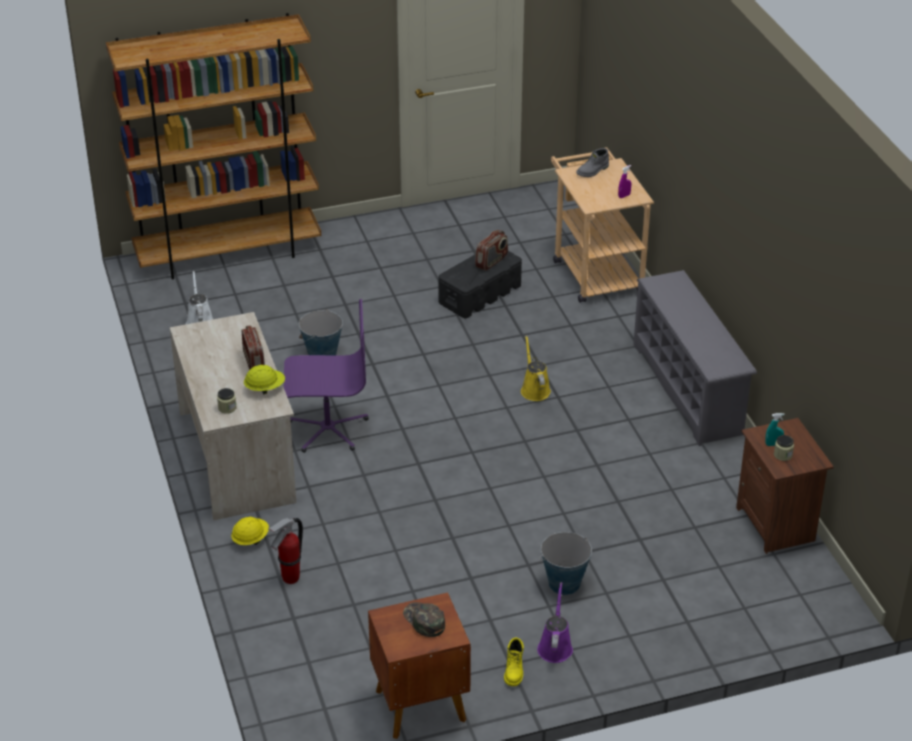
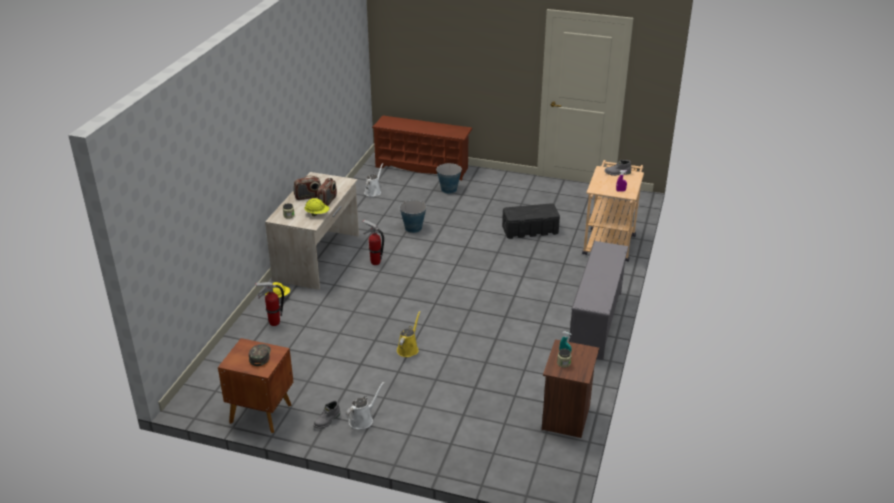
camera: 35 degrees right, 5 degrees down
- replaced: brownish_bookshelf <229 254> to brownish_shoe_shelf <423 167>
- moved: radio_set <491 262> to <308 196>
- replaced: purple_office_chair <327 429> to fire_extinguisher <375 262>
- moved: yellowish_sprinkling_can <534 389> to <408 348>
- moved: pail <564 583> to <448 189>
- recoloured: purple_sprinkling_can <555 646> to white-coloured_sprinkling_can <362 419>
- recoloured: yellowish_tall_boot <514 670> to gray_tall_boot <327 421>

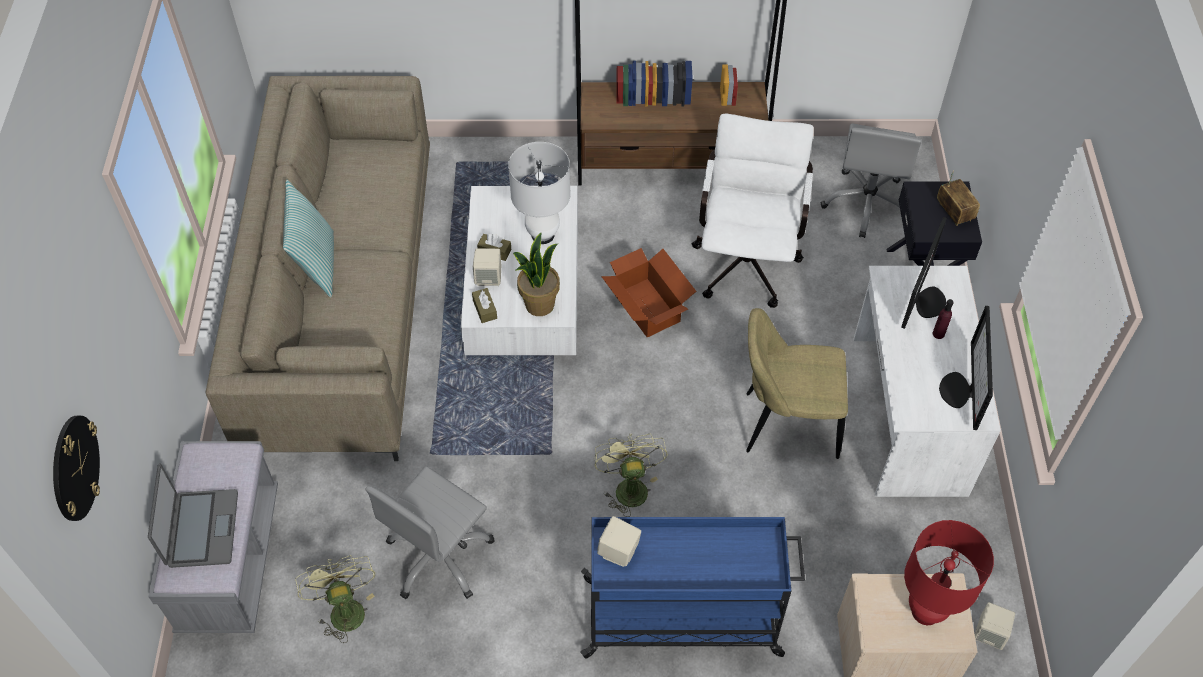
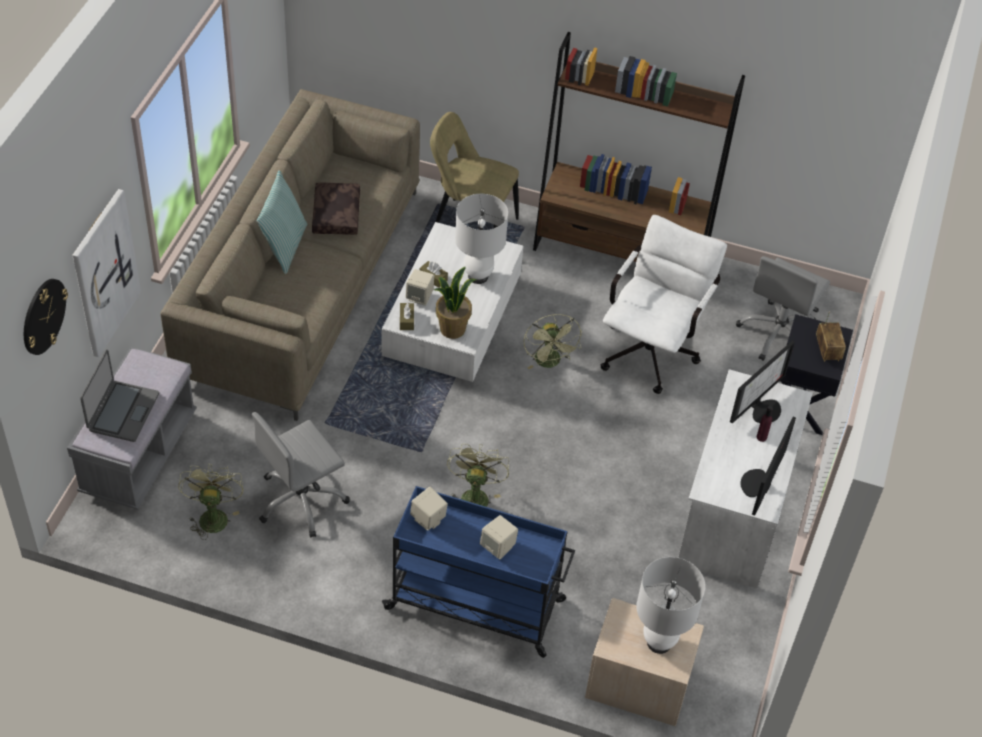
camera: 15 degrees right, 5 degrees down
- replaced: carton <647 307> to green_electric_fan <550 363>
- moved: sand-coloured_chair <785 424> to <471 225>
- recoloured: red-coloured_lamp_for_a_table <926 612> to white-coloured_lamp_for_a_table <659 643>
- moved: sand-coloured_audio_speaker <989 634> to <498 547>
- added: brownish_throw_pillow <335 214>
- added: wall_picture <104 273>

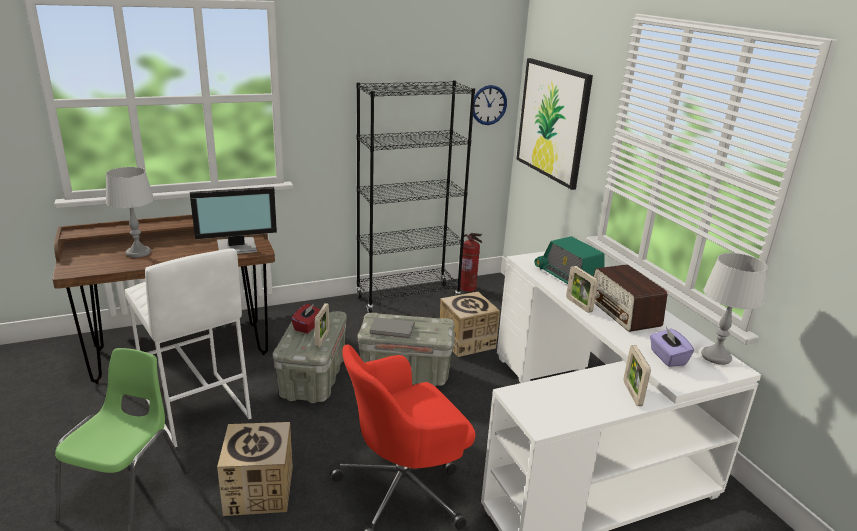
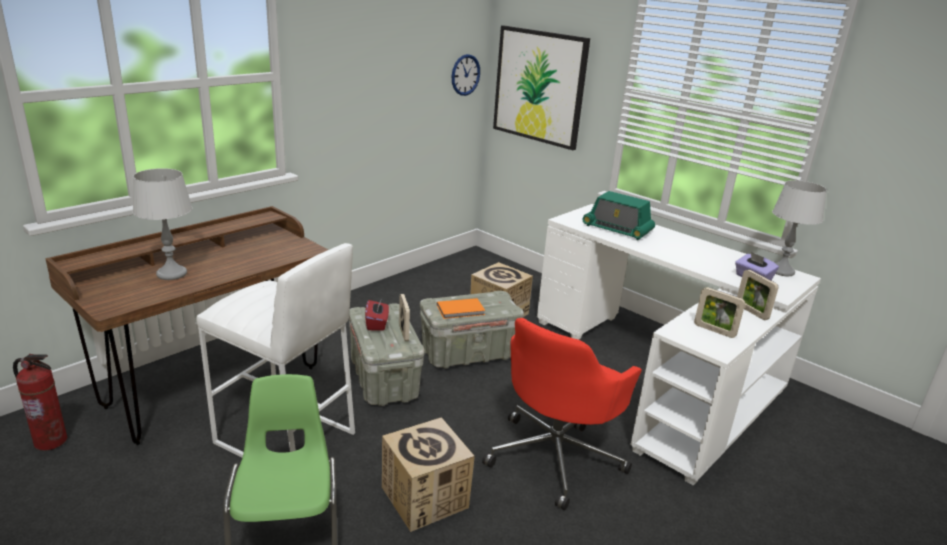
camera: 25 degrees left, 0 degrees up
- removed: blackish_bookshelf <408 298>
- removed: computer_display <237 247>
- moved: fire_extinguisher <468 288> to <51 441>
- removed: radio_set <624 312>
- moved: standing_frame <578 305> to <714 330>
- recoloured: gray_bound_book <392 330> to orange_bound_book <461 310>

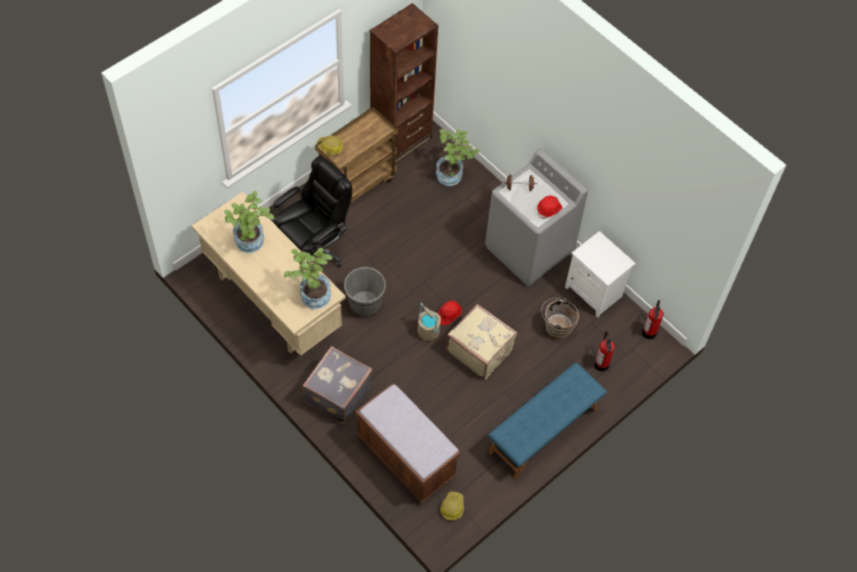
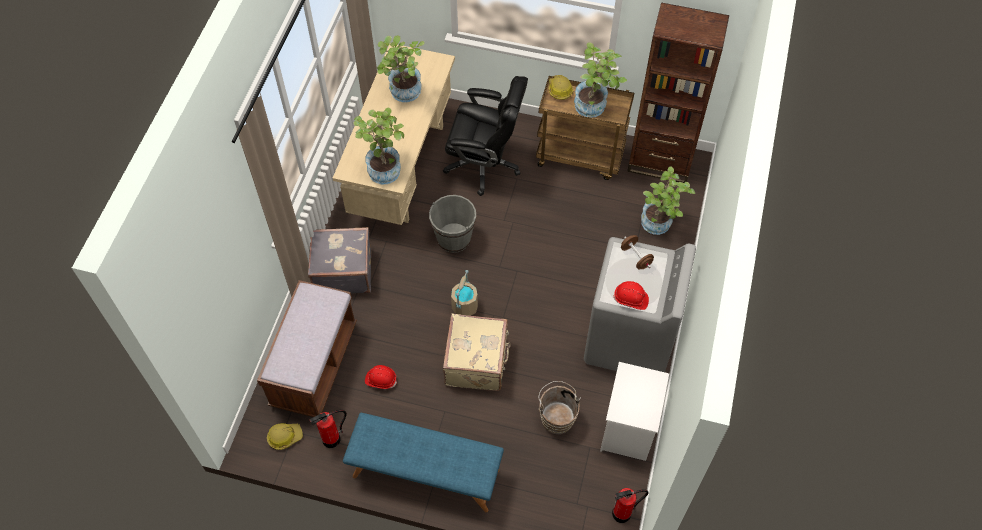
camera: 60 degrees right, 0 degrees up
- moved: red-coloured_safety_helmet <449 315> to <381 380>
- moved: fire_extinguisher <601 364> to <331 439>
- added: houseplant <594 107>

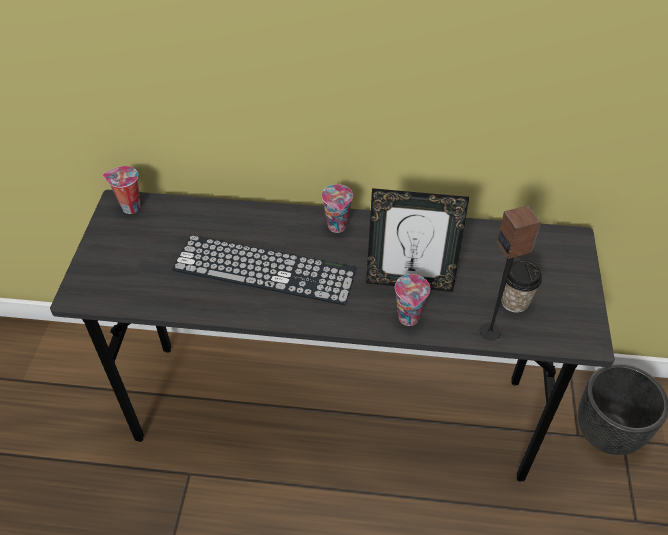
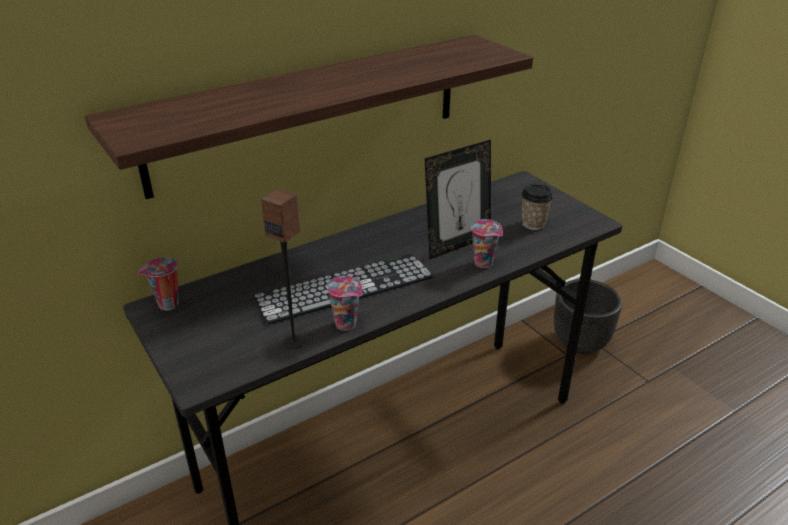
camera: 40 degrees left, 15 degrees down
- moved: cup <338 227> to <347 324>
- moved: audio_speaker <490 331> to <294 341>
- added: shelf <310 112>

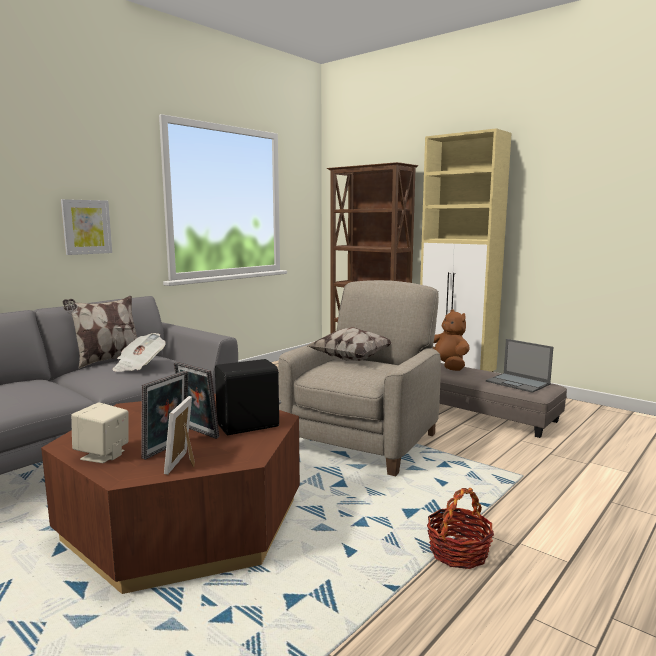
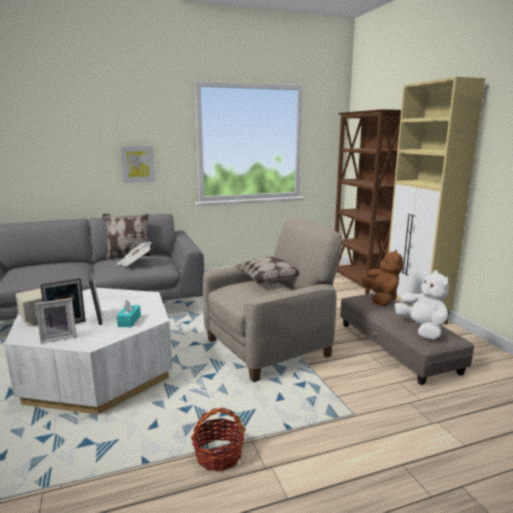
camera: 30 degrees right, 5 degrees up
- replaced: laptop <518 383> to white-coloured_cuddly_toy <422 329>
- replaced: blackish_audio_speaker <249 426> to blue-green_box_of_tissues <129 321>
- recoloured: brownish_low_table <185 519> to white-coloured_low_table <99 370>
- turned: standing_frame <185 463> = <59 337> 150 degrees counterclockwise

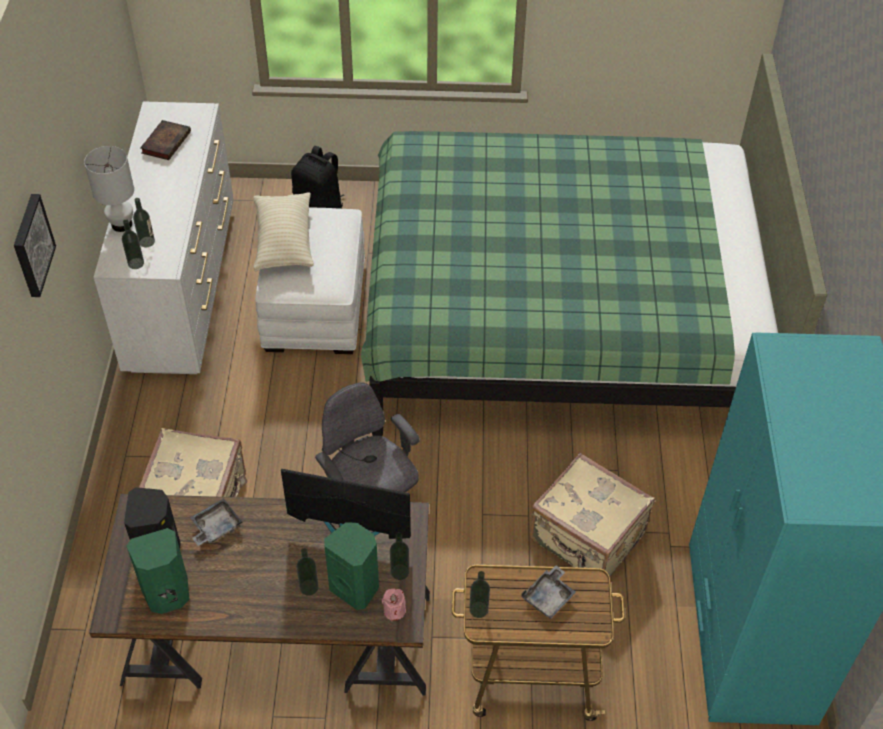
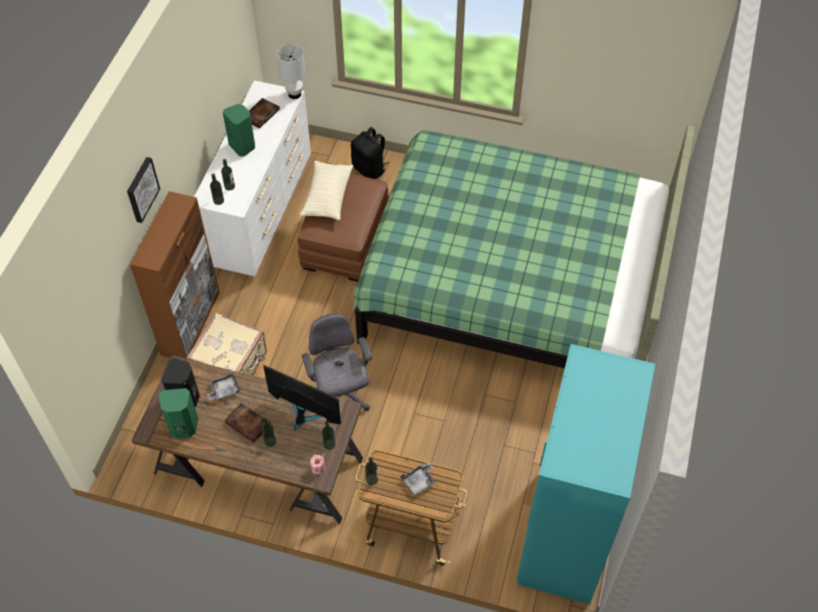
camera: 15 degrees right, 5 degrees up
- moved: white-coloured_lamp_for_a_table <121 225> to <294 94>
- recoloured: white-coloured_pouffe <315 306> to brownish_pouffe <345 242>
- removed: sand-coloured_piece_of_luggage <586 539>
- moved: green_audio_speaker <356 587> to <243 146>
- added: brownish_cupboard <191 323>
- added: bound_book <246 424>

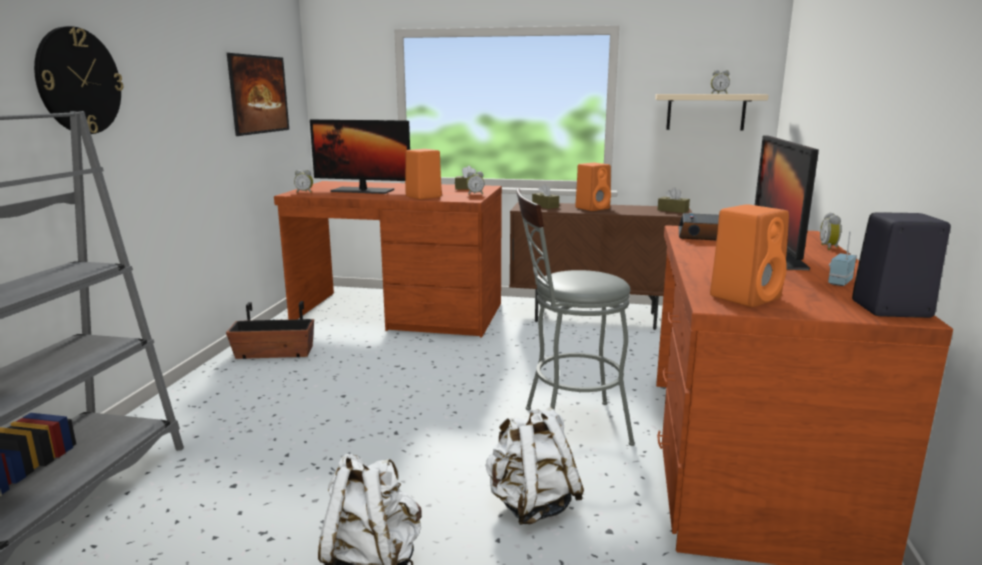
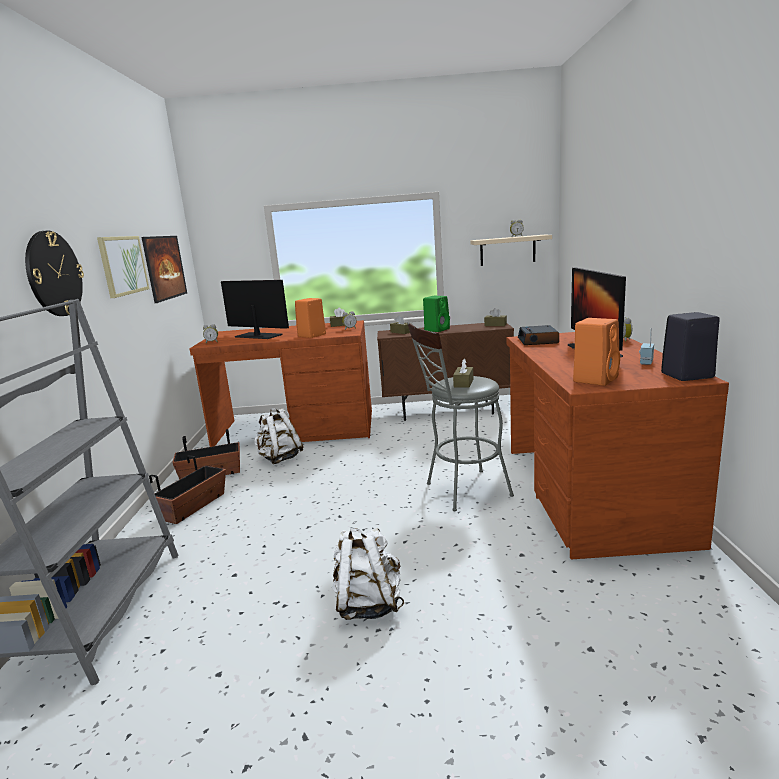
camera: 10 degrees left, 0 degrees up
- turned: computer_display <362 190> = <258 336> 150 degrees counterclockwise
- recoloured: orange_audio_speaker <593 208> to green_audio_speaker <437 329>
- moved: white-coloured_knapsack <531 505> to <280 458>
- added: wall_picture <123 265>
- added: brownish_box_of_tissues <463 383>
- added: flower_pot <193 506>

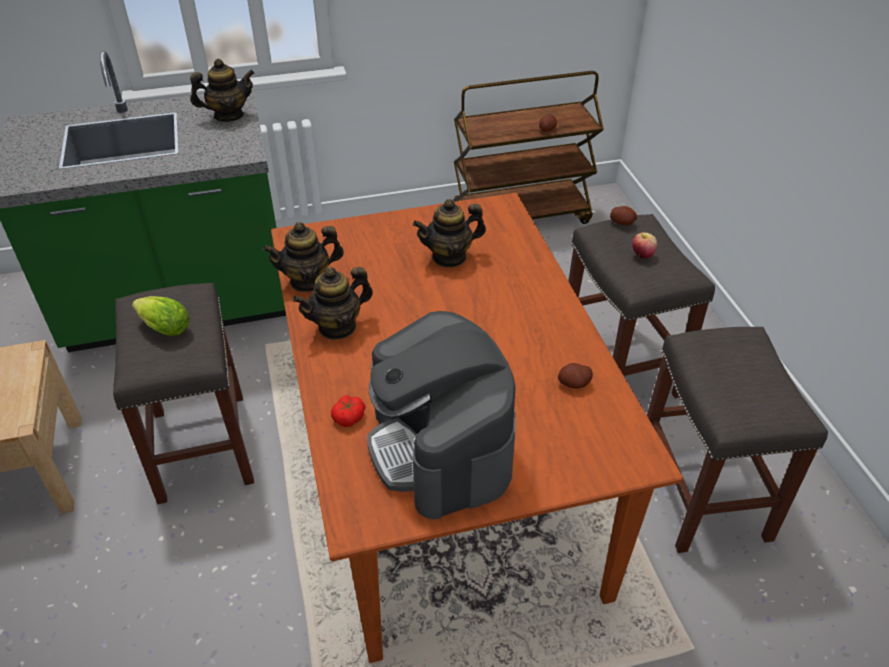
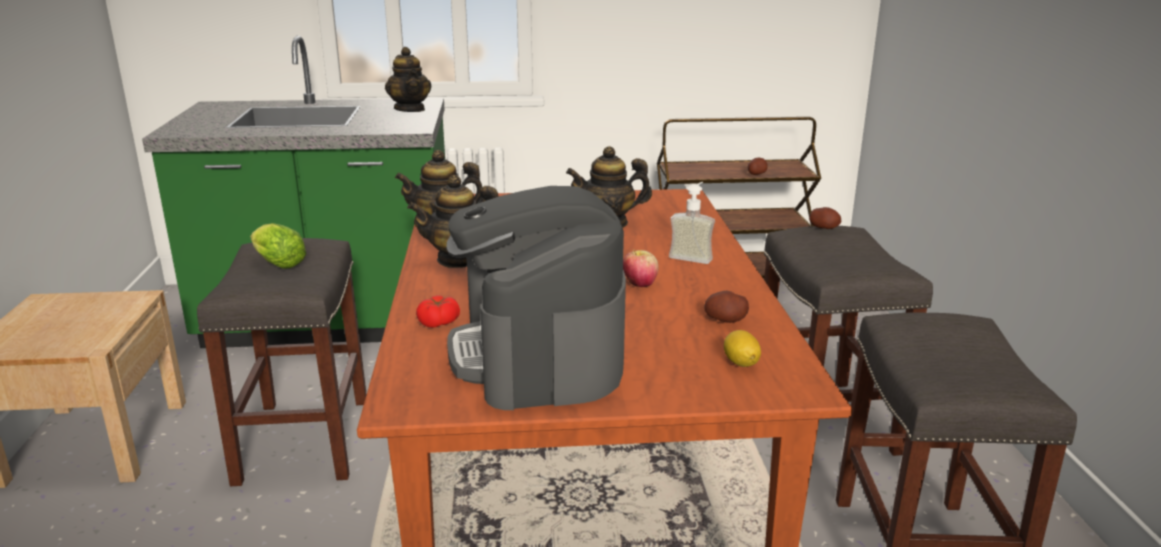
camera: 10 degrees right, 20 degrees down
- turned: teapot <228 116> = <410 109> 75 degrees clockwise
- moved: whole_apple <642 255> to <640 284>
- added: liquid_soap_bottle <693 255>
- added: lemon <740 363>

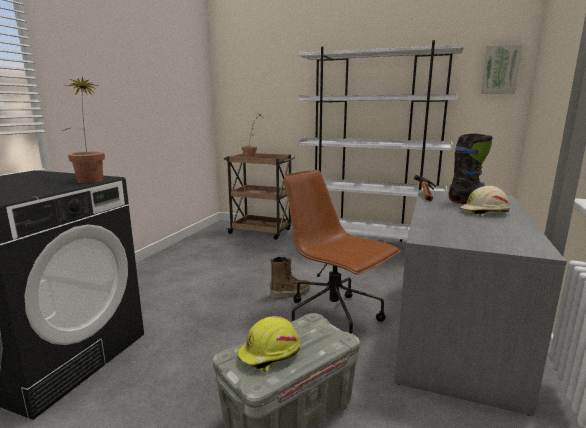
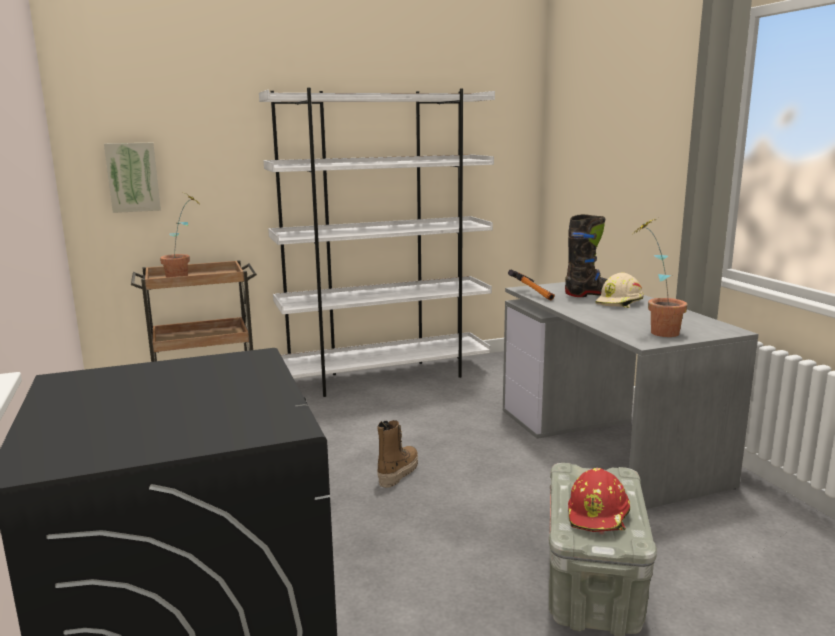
camera: 40 degrees left, 0 degrees up
- moved: wall_picture <500 70> to <133 177>
- moved: houseplant <92 179> to <655 331>
- removed: brownish_office_chair <334 318>
- recoloured: yellowish_safety_helmet <269 354> to red-coloured_safety_helmet <598 515>

